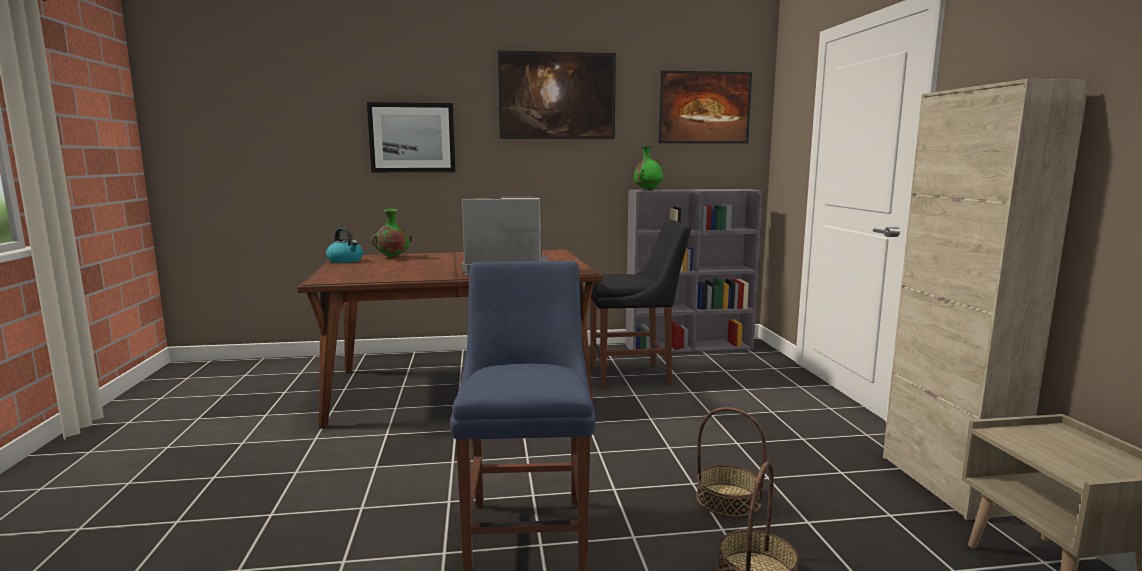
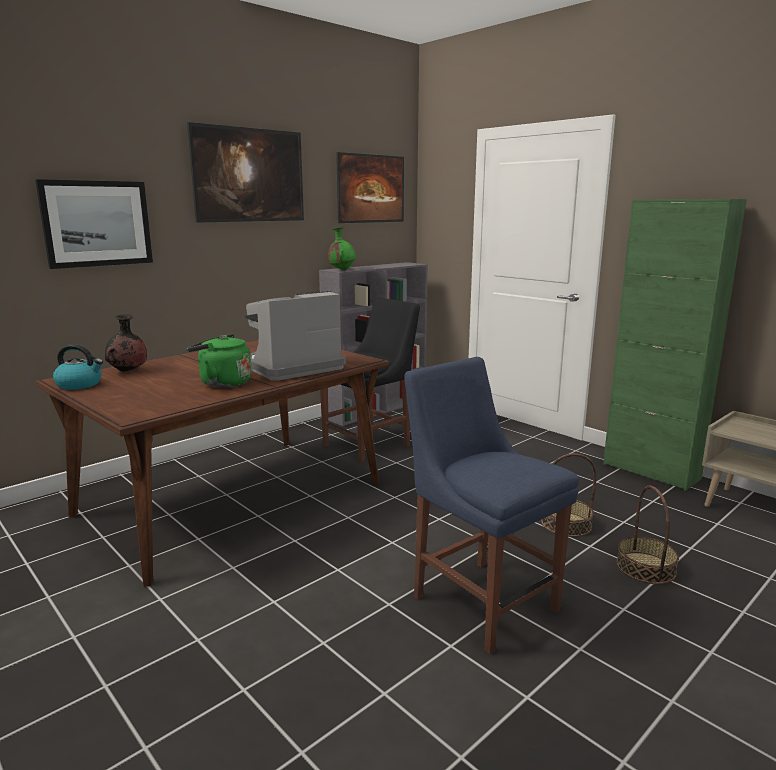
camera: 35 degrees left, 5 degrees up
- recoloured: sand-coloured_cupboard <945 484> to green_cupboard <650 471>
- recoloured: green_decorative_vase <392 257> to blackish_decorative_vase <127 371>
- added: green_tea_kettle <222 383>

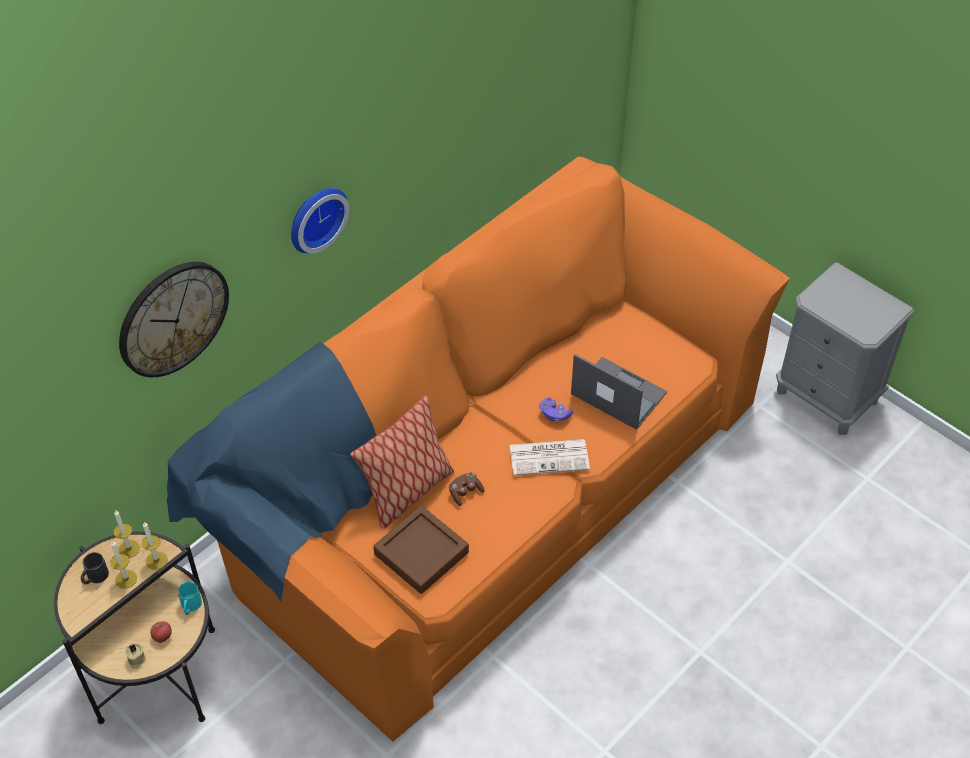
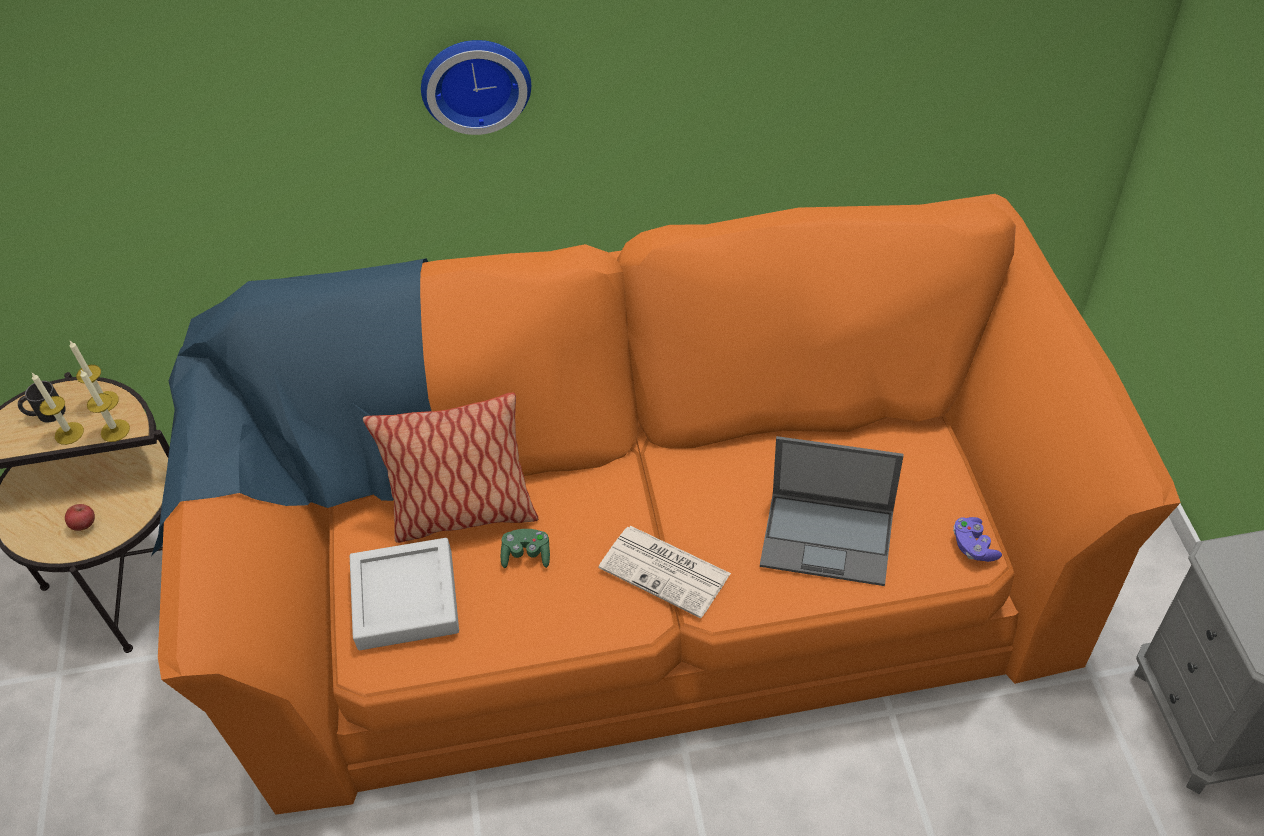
camera: 40 degrees right, 0 degrees up
- removed: hanging_clock <173 318>
- turned: laptop <617 393> = <829 538> 120 degrees clockwise
- moved: purple_gamepad <554 415> to <973 546>
- recoloured: brownish_gamepad <465 492> to green_gamepad <527 555>
- recoloured: brownish_carrying_tray <421 553> to gray_carrying_tray <405 599>
- removed: blue-green_mug <190 606>
- removed: sand-coloured_wax_candle <136 659>

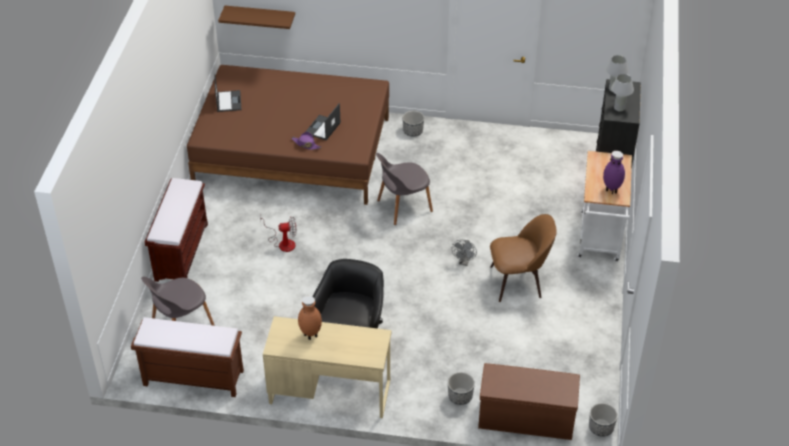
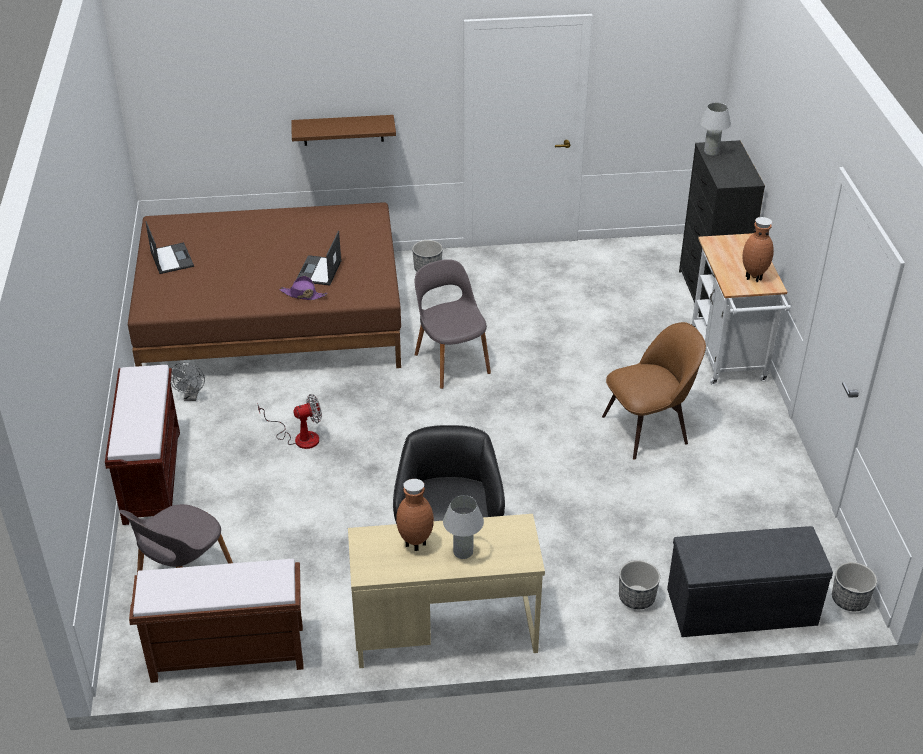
camera: 15 degrees left, 5 degrees down
- moved: brownish_shelf <260 17> to <343 130>
- moved: white-coloured_lamp_for_a_table <619 108> to <463 552>
- recoloured: purple_decorative_vase <611 190> to brownish_decorative_vase <754 277>
- turned: gray_chair <403 206> = <451 362> 105 degrees clockwise
- moved: gray_electric_fan <464 262> to <191 397>
- recoloured: brownish_bench <525 417> to gray_bench <740 608>

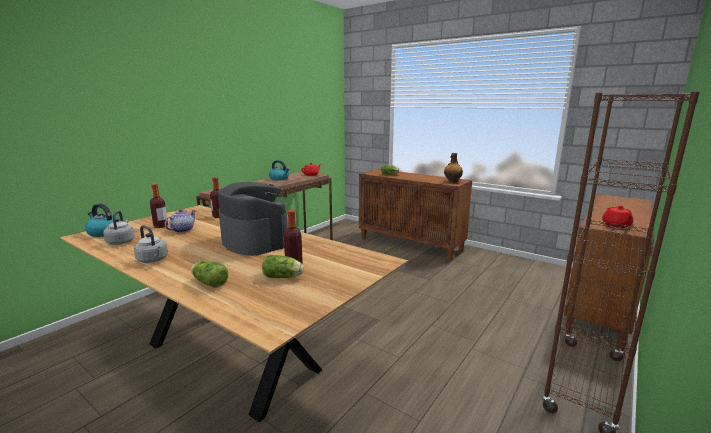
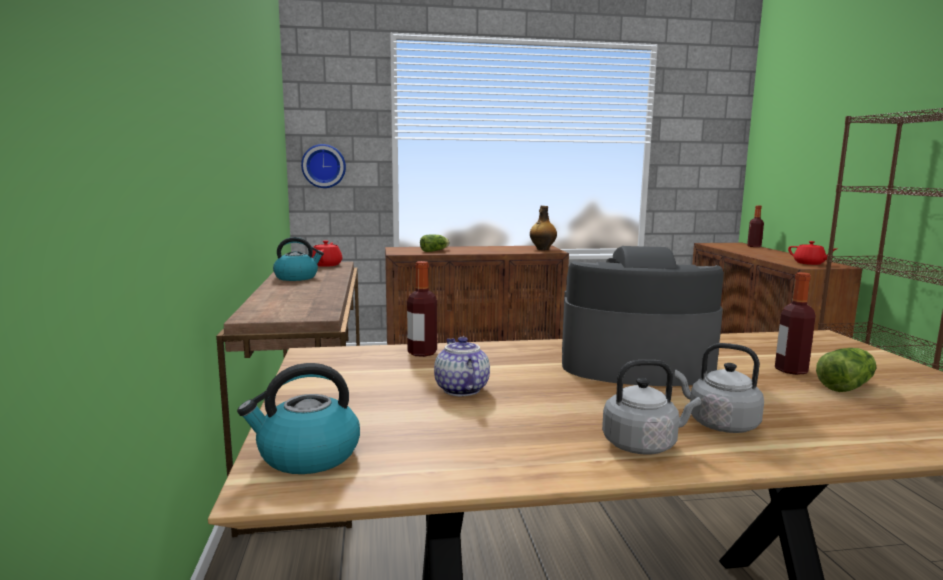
camera: 45 degrees left, 5 degrees down
- moved: drink_bottle <160 226> to <754 246>
- moved: gray_tea_kettle <121 241> to <719 424>
- removed: lettuce <209 282>
- added: hanging_clock <324 166>

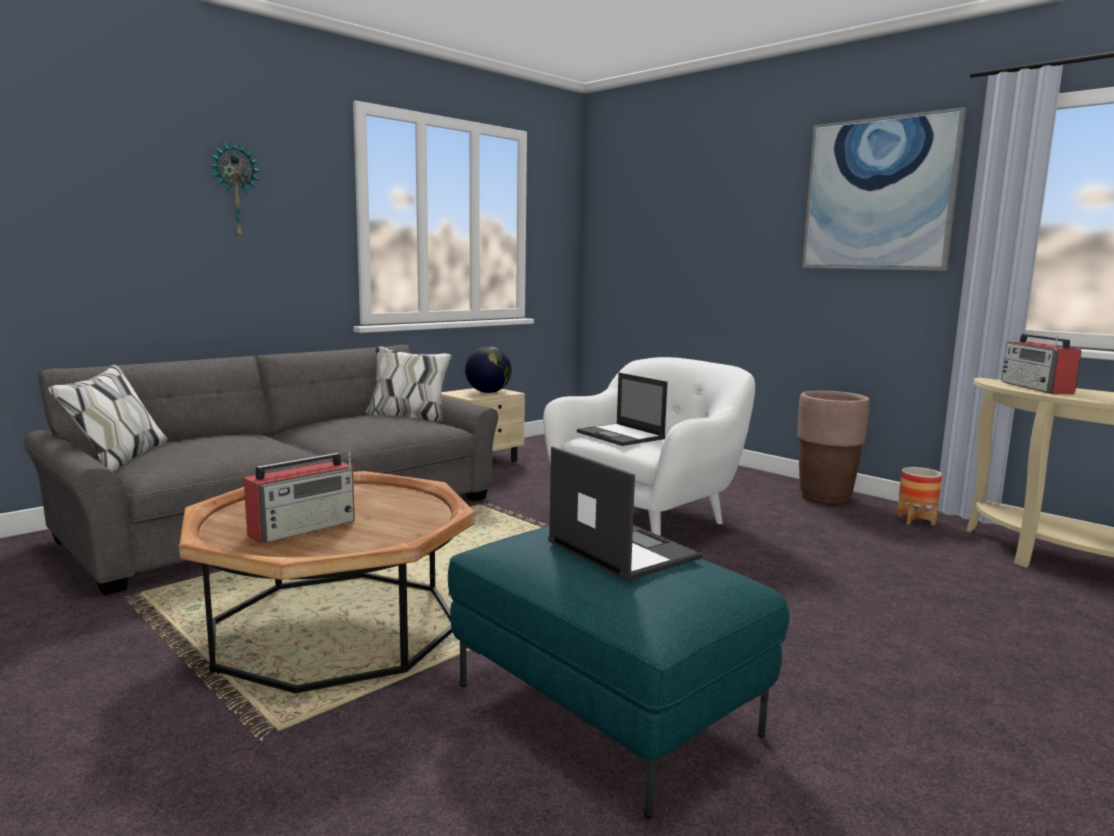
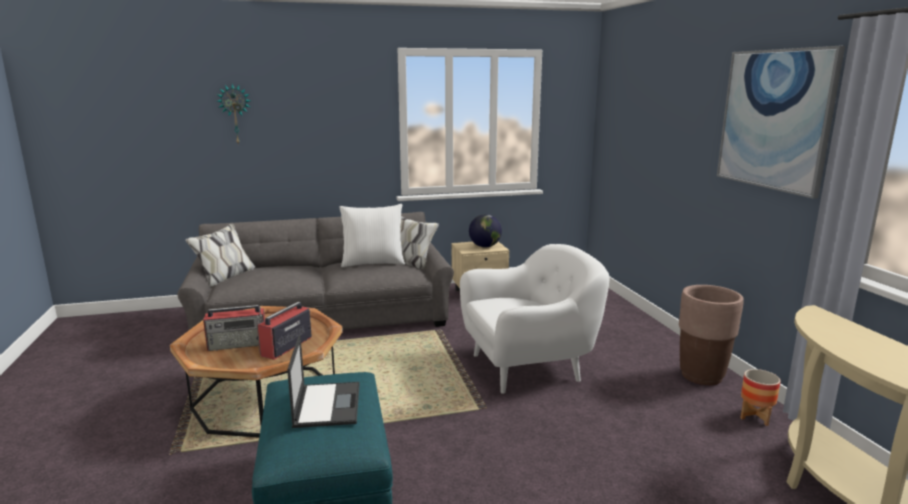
camera: 30 degrees right, 5 degrees up
- moved: hanging_clock <235 190> to <235 114>
- moved: radio_set <1037 388> to <285 346>
- removed: laptop <621 435>
- added: white-coloured_throw_pillow <373 263>

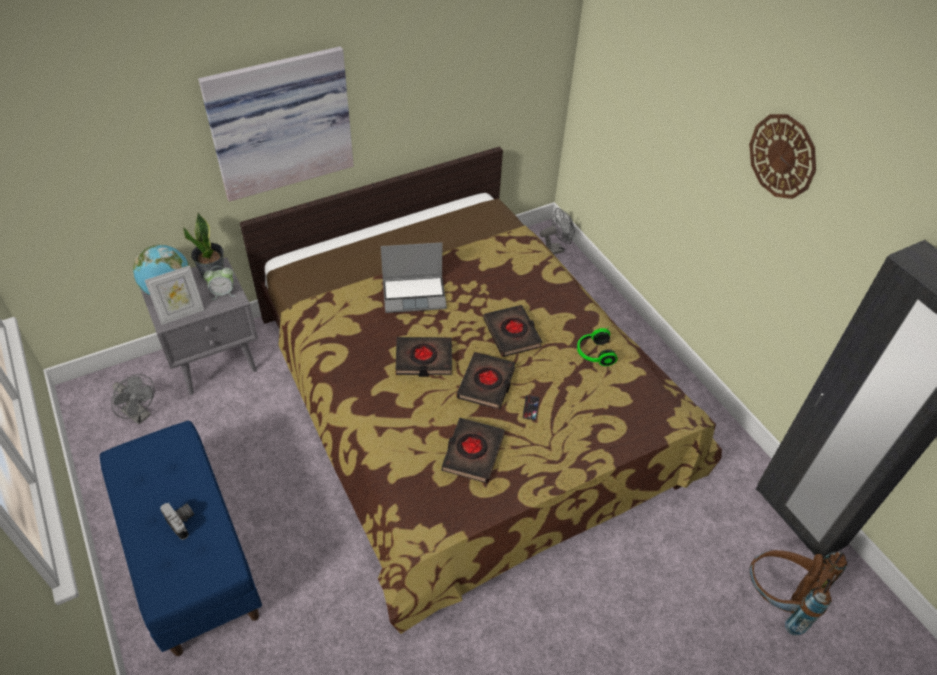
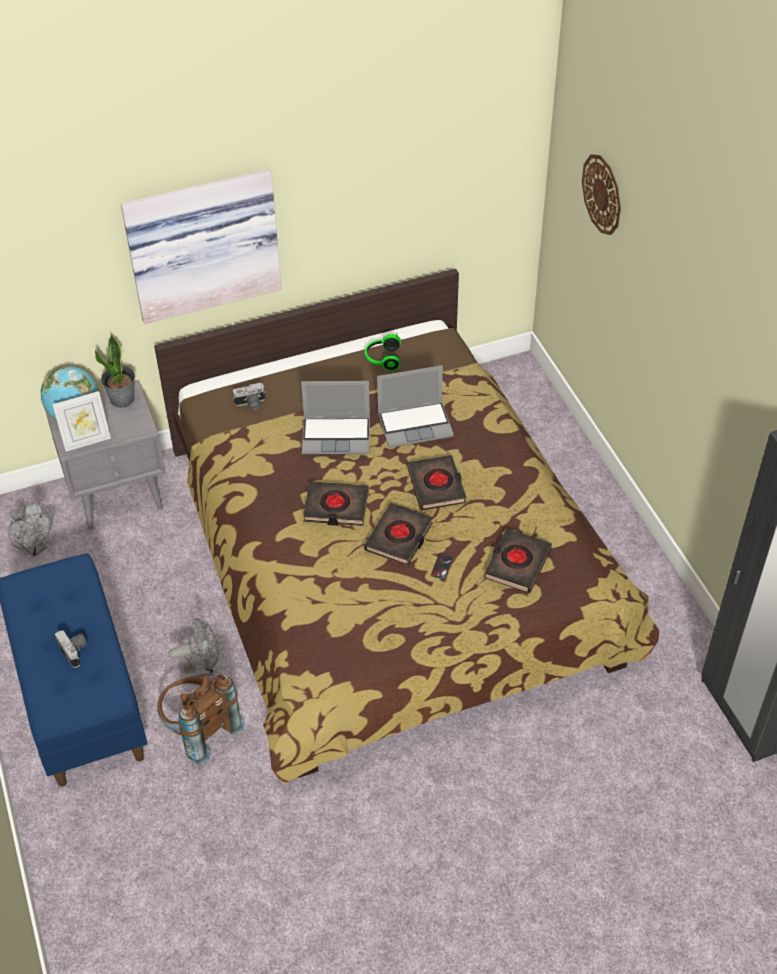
camera: 10 degrees right, 0 degrees up
- moved: hanging_clock <782 156> to <602 194>
- moved: gray_electric_fan <555 249> to <201 669>
- removed: bedside_clock <223 293>
- moved: headset <594 353> to <382 359>
- moved: blackish_bound_book <472 452> to <517 564>
- moved: brownish_knapsack <777 600> to <199 731>
- added: laptop <416 424>
- added: still_camera <250 404>

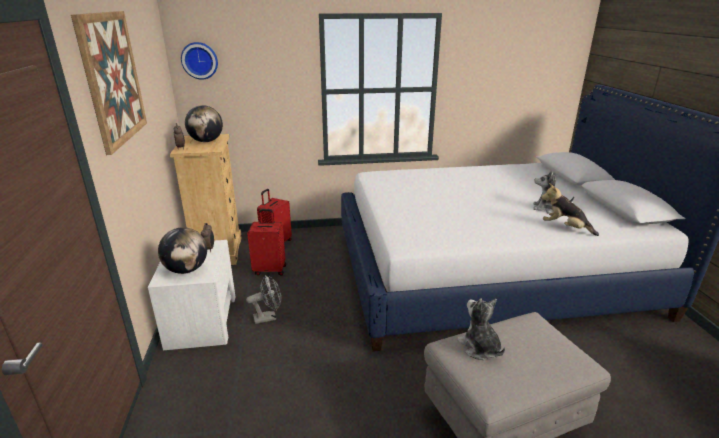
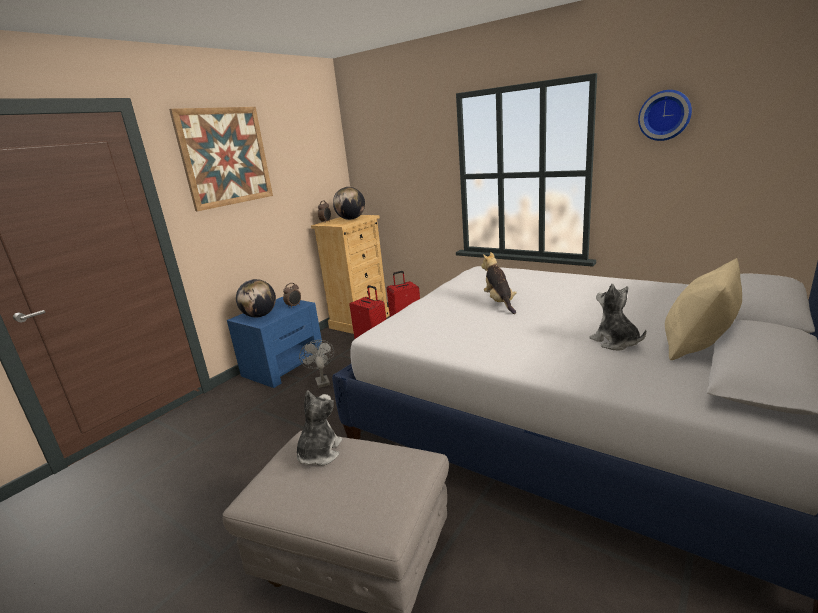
camera: 45 degrees right, 5 degrees down
- moved: hanging_clock <200 60> to <664 115>
- moved: cuddly_toy <565 228> to <499 302>
- recoloured: white-coloured_nightstand <202 320> to blue-coloured_nightstand <284 366>
- turned: gray_electric_fan <268 317> = <321 380> 135 degrees counterclockwise
- added: sand-coloured_throw_pillow <697 345>

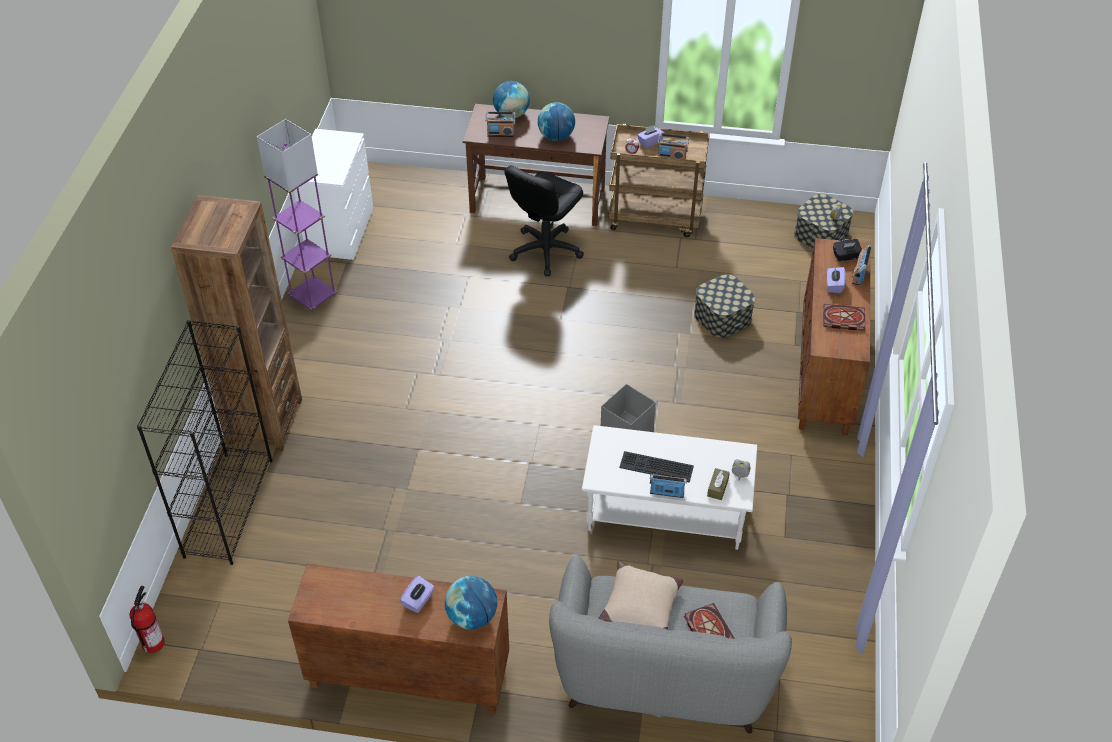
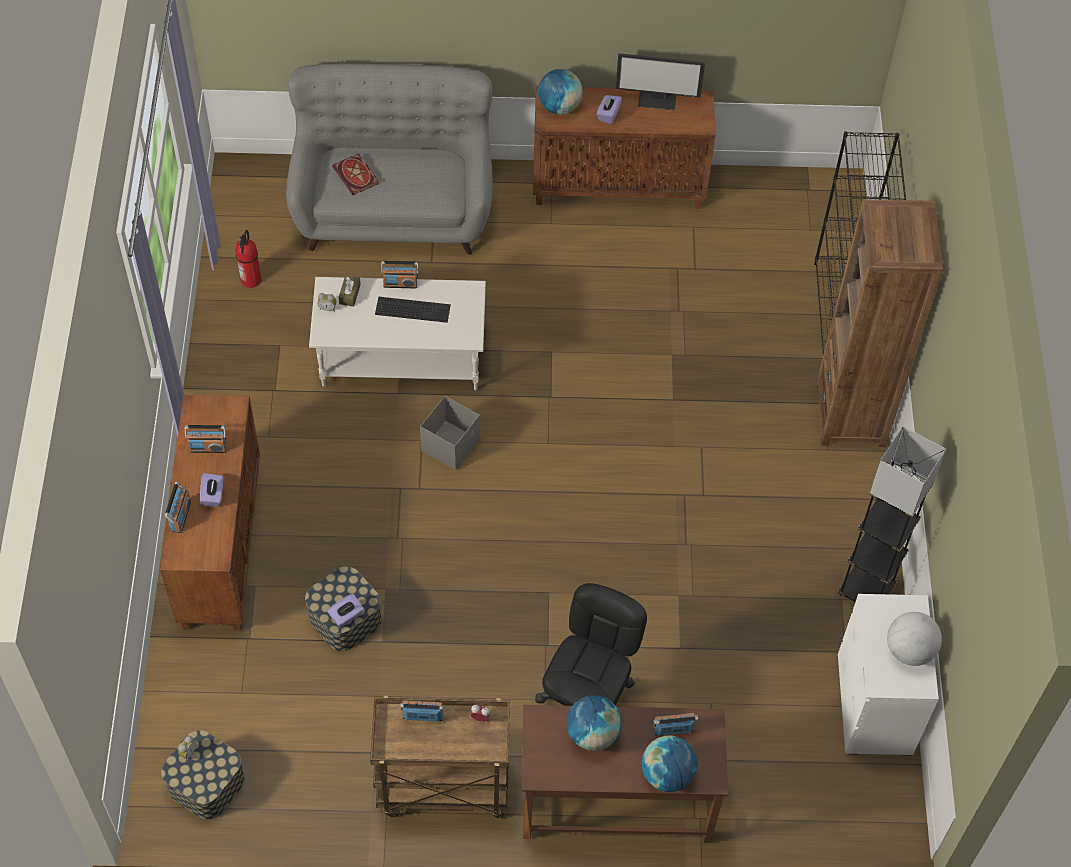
camera: 170 degrees right, 10 degrees up
- recoloured: purple_standard_lamp <313 297> to gray_standard_lamp <866 590>
- moved: purple_box_of_tissues <650 142> to <346 616>
- removed: blackish_box_of_tissues <846 256>
- replaced: bound_book <842 319> to radio_set <208 448>
- removed: sand-coloured_throw_pillow <641 605>
- moved: fire_extinguisher <153 642> to <251 280>
- added: computer_display <657 99>
- added: globe <909 650>

